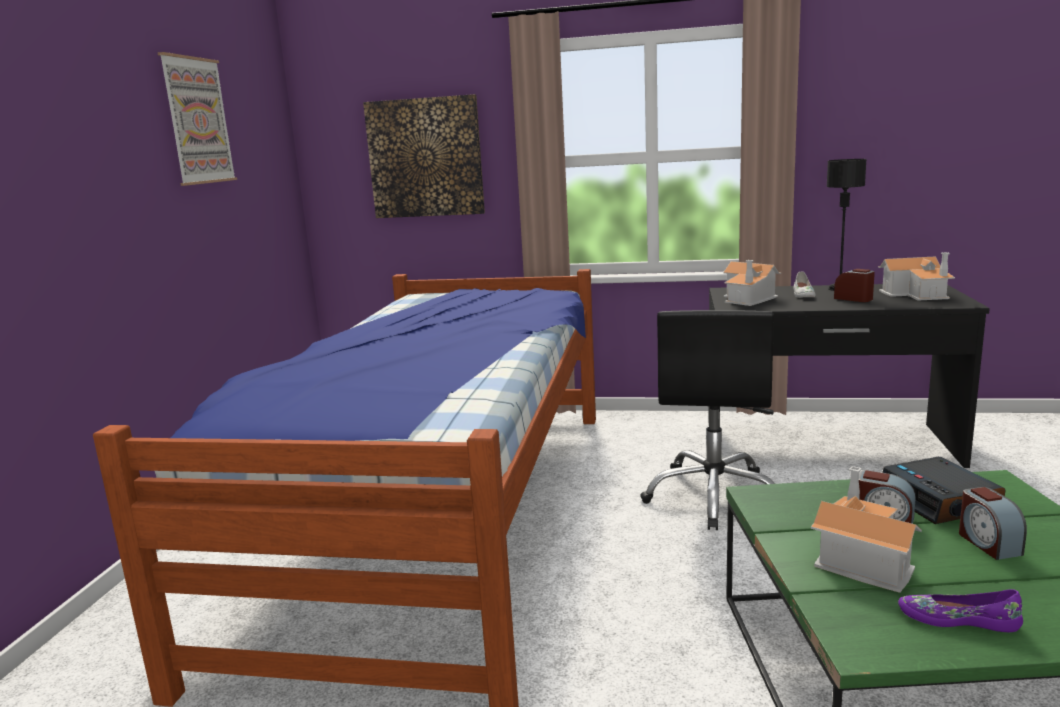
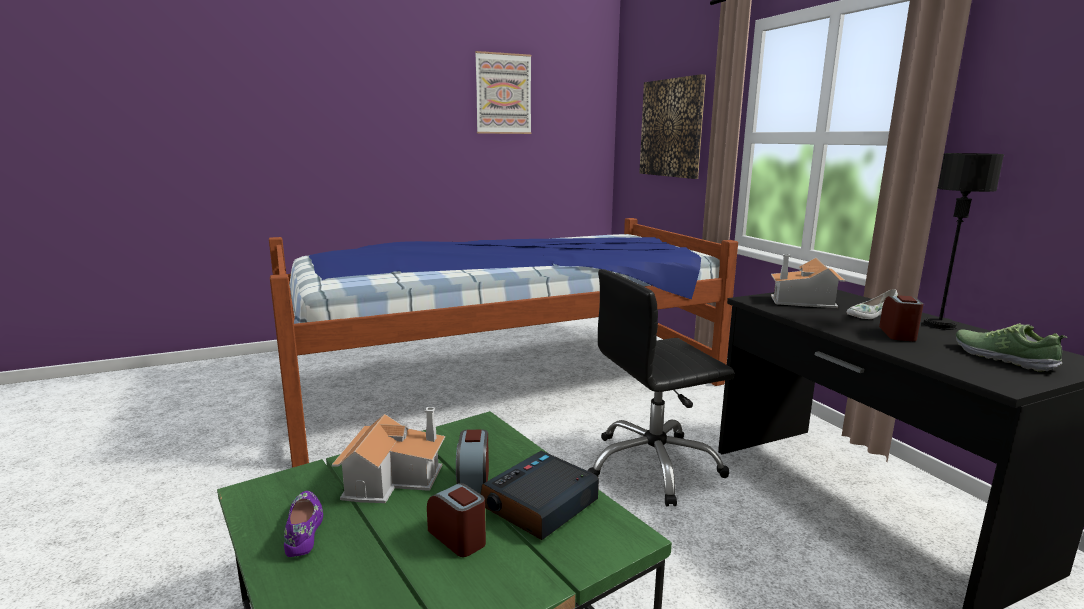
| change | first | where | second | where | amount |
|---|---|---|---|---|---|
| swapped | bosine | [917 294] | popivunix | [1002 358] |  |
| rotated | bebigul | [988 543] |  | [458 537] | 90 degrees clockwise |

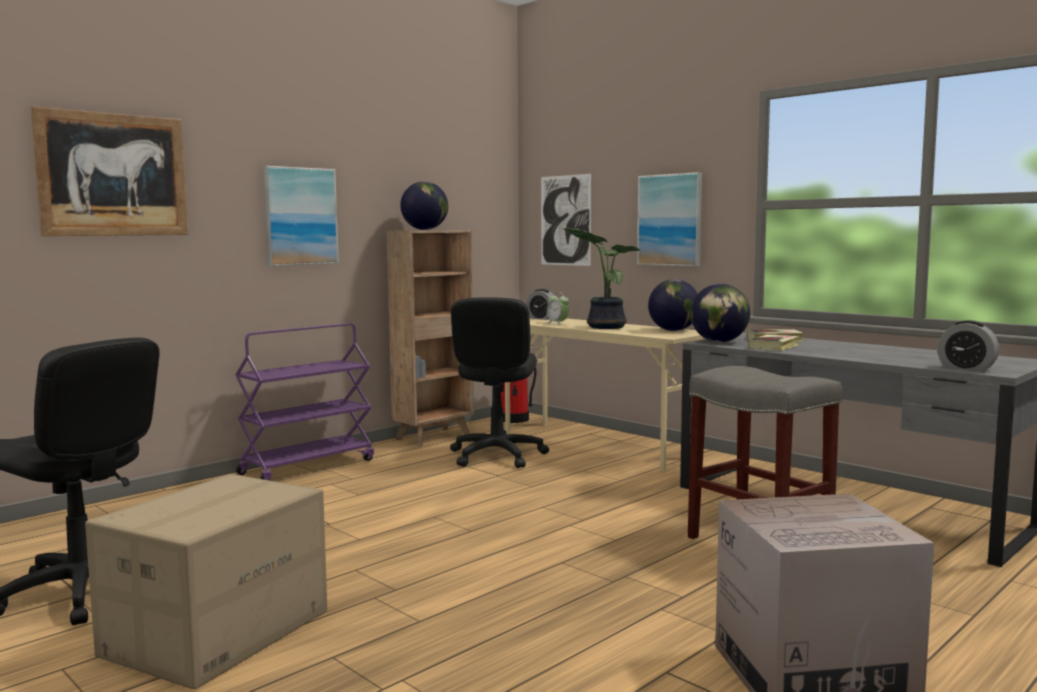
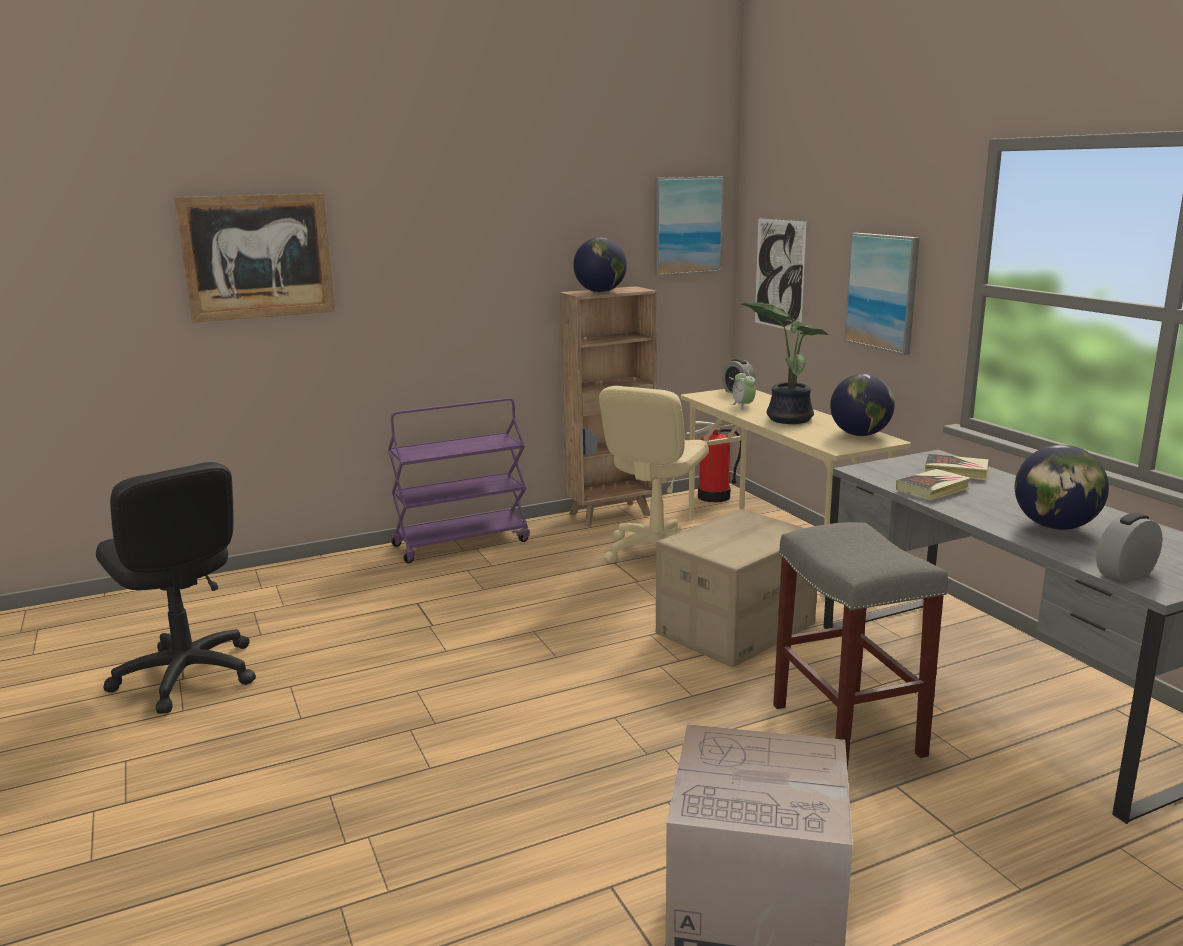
| change | first | where | second | where | amount |
|---|---|---|---|---|---|
| shifted | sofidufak | [217 632] |  | [735 628] |  |
| shifted | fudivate | [300 216] |  | [687 225] |  |
| repainted | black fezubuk | [496 456] | beige fezubuk | [655 551] |  |
| shifted | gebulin | [719 342] |  | [1055 527] |  |
| rotated | bebigul | [966 368] |  | [1125 573] | 90 degrees clockwise |

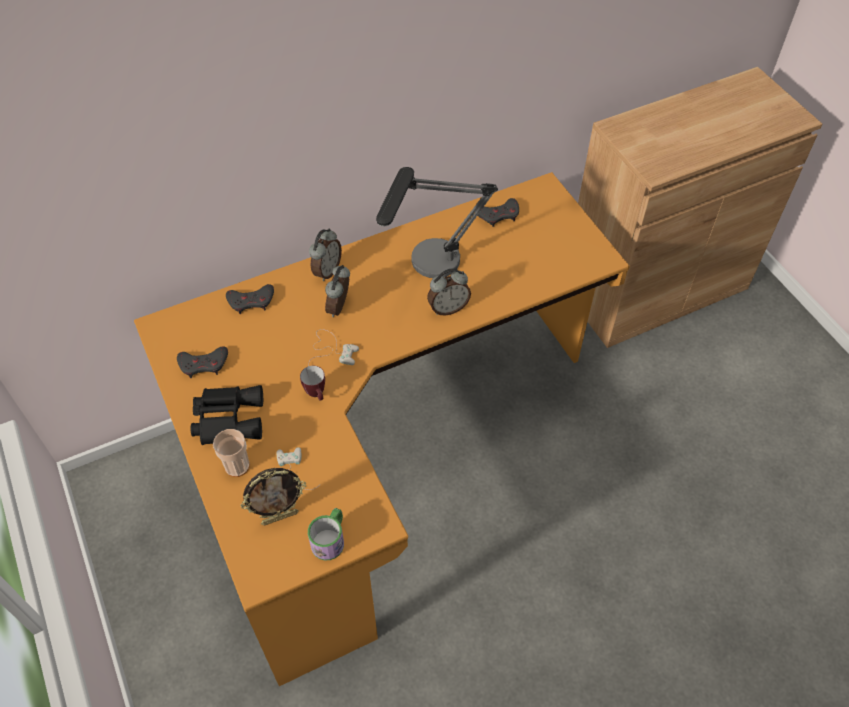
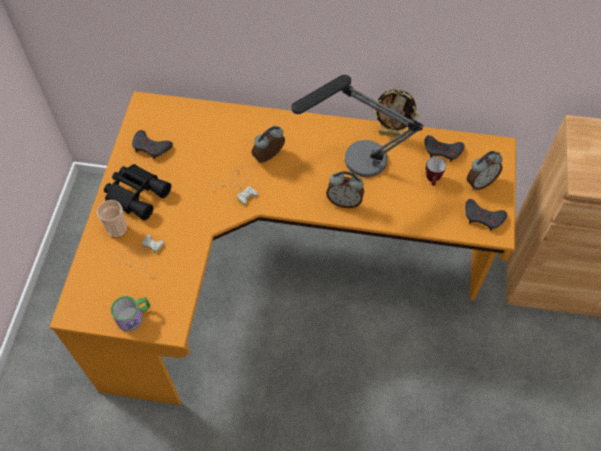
| change | first | where | second | where | amount |
|---|---|---|---|---|---|
| shifted | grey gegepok | [251 301] |  | [483 217] |  |
| shifted | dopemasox | [280 517] |  | [391 134] |  |
| shifted | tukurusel | [317 394] |  | [432 180] |  |
| shifted | bebigul | [326 271] |  | [479 182] |  |

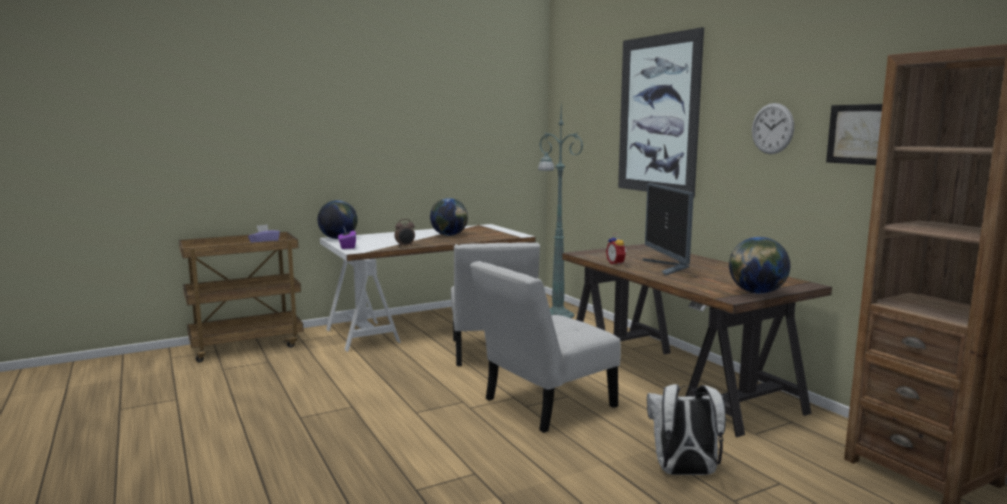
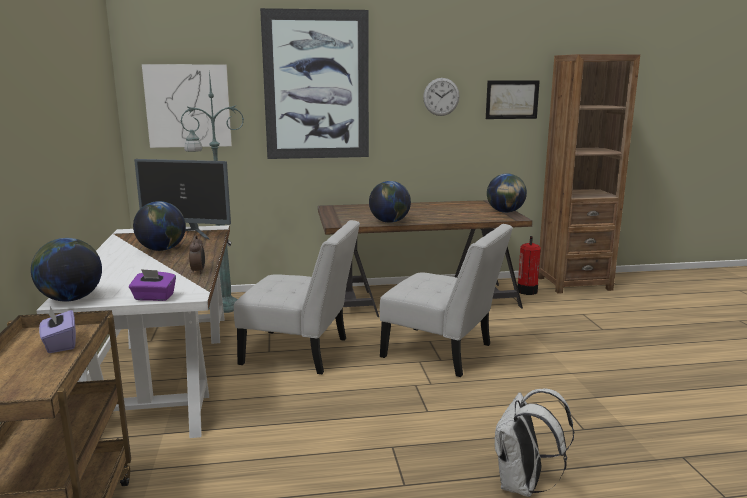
| change | first | where | second | where | amount |
|---|---|---|---|---|---|
| rotated | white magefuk | [544 405] |  | [442 353] | 45 degrees counterclockwise |
| swapped | bebigul | [616 263] | gebulin | [389 222] |  |
| shifted | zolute | [668 267] |  | [188 234] |  |
| shifted | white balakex | [684 473] |  | [523 485] |  |
| new |  |  | fudivate | [188 106] |  |
| new |  |  | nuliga | [527 291] |  |

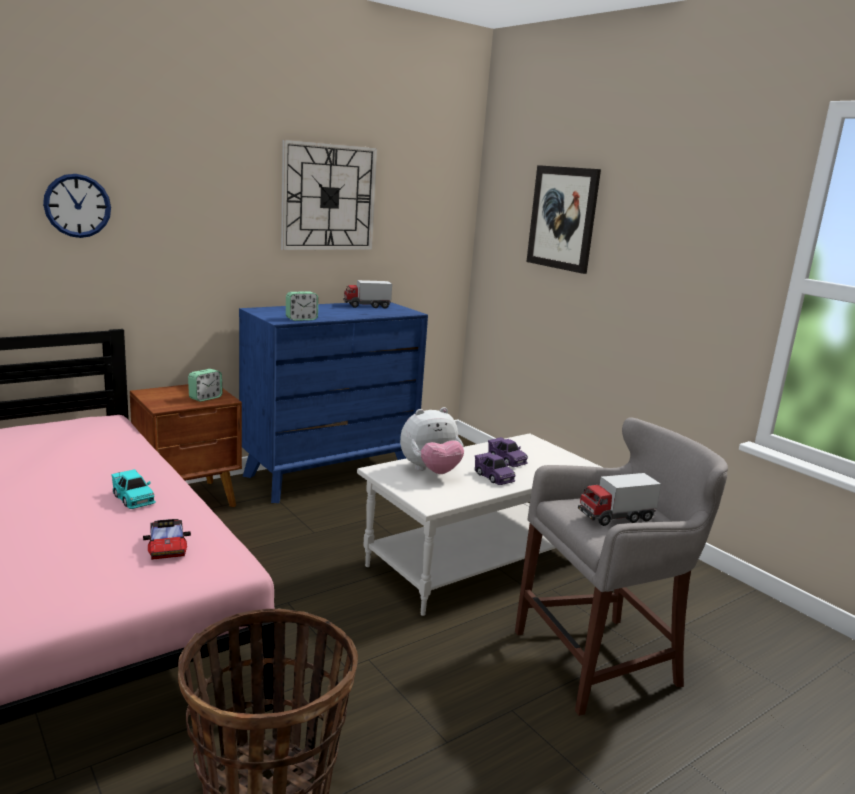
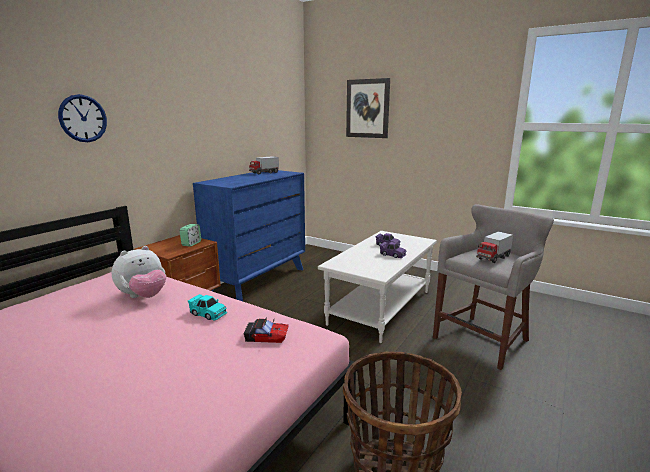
| change | first | where | second | where | amount |
|---|---|---|---|---|---|
| rotated | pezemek | [167 546] |  | [266 336] | 45 degrees counterclockwise |
| gone | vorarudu | [328 197] |  |  |  |
| gone | bebigul | [301 319] |  |  |  |
| shifted | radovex | [430 471] |  | [143 296] |  |

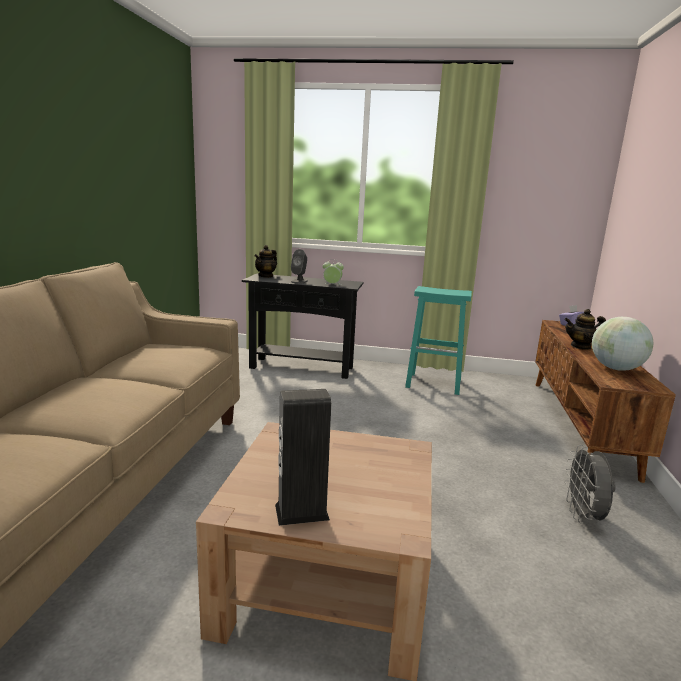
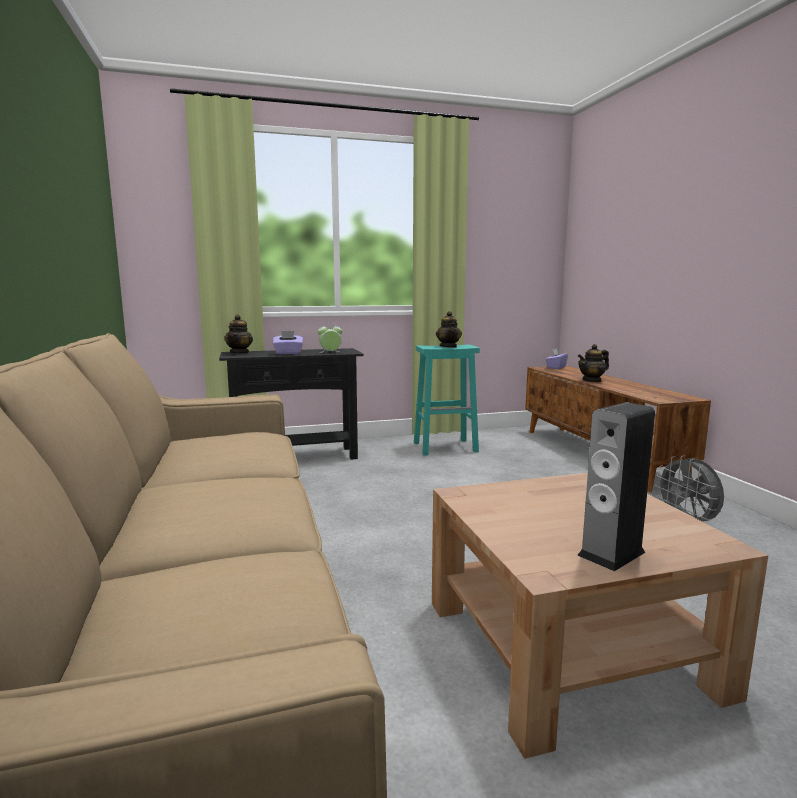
| change | first | where | second | where | amount |
|---|---|---|---|---|---|
| swapped | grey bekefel | [299 281] | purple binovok | [288 353] |  |
| gone | gebulin | [616 369] |  |  |  |
| new |  |  | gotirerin | [448 347] |  |

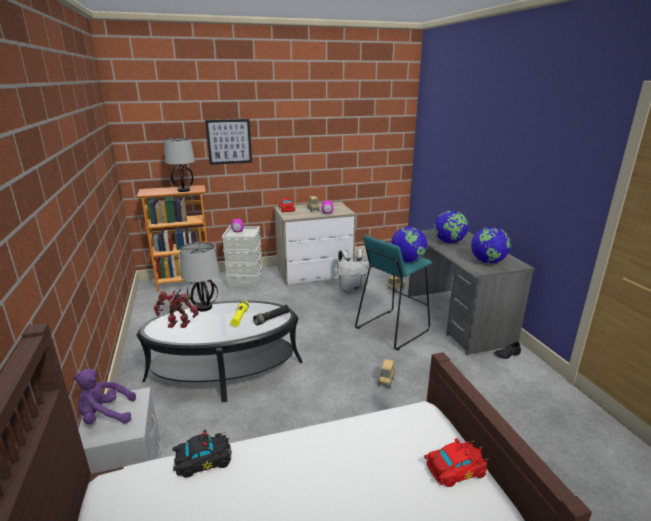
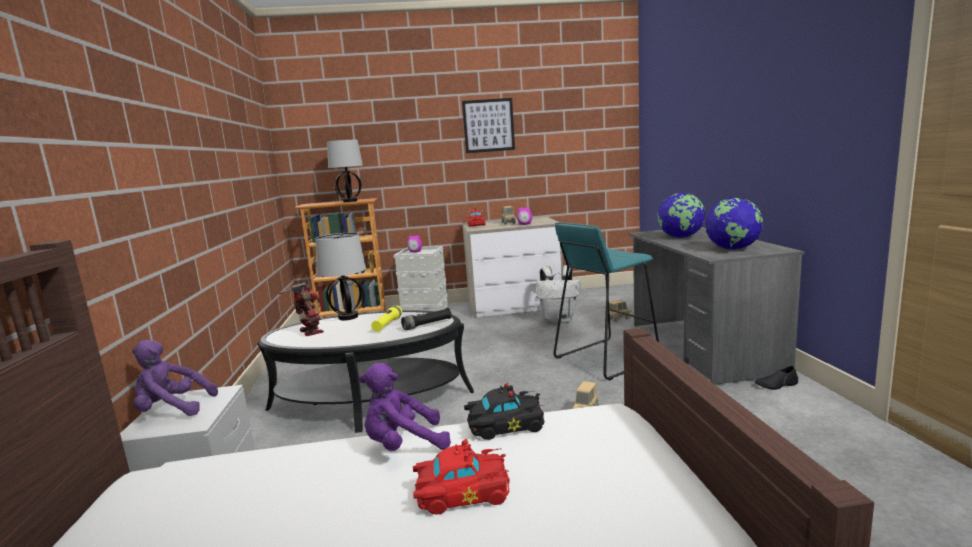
| change | first | where | second | where | amount |
|---|---|---|---|---|---|
| rotated | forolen | [178 325] |  | [309 332] | 45 degrees clockwise |
| shifted | black pezemek | [202 460] |  | [503 425] |  |
| shifted | fudivate | [229 141] |  | [488 125] |  |
| gone | gebulin | [407 260] |  |  |  |
| shifted | red pezemek | [453 469] |  | [460 493] |  |
| new |  |  | purple radovex | [403 445] |  |

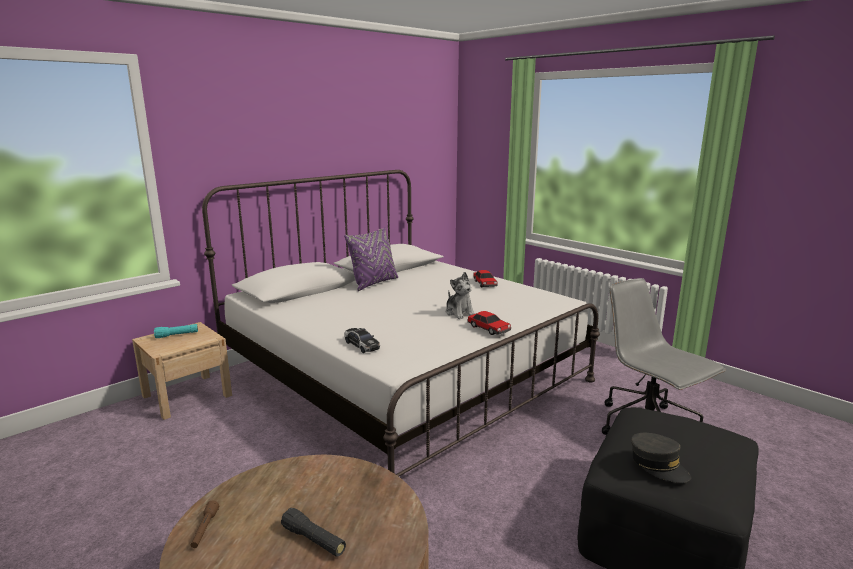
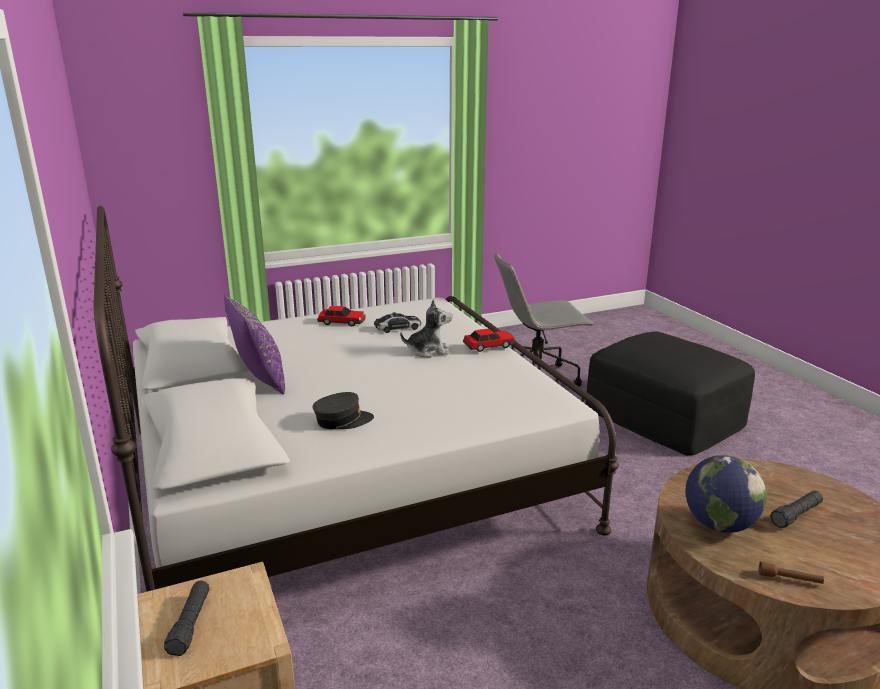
| change | first | where | second | where | amount |
|---|---|---|---|---|---|
| repainted | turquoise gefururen | [177 335] | black gefururen | [190 624] |  |
| shifted | pezemek | [361 345] |  | [397 328] |  |
| shifted | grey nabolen | [658 465] |  | [343 420] |  |
| new |  |  | gebulin | [719 524] |  |

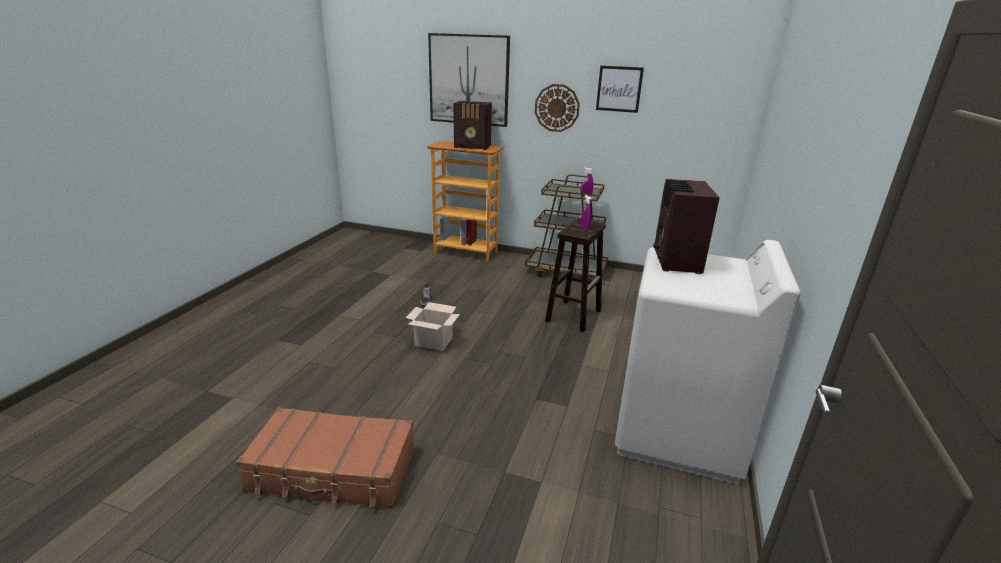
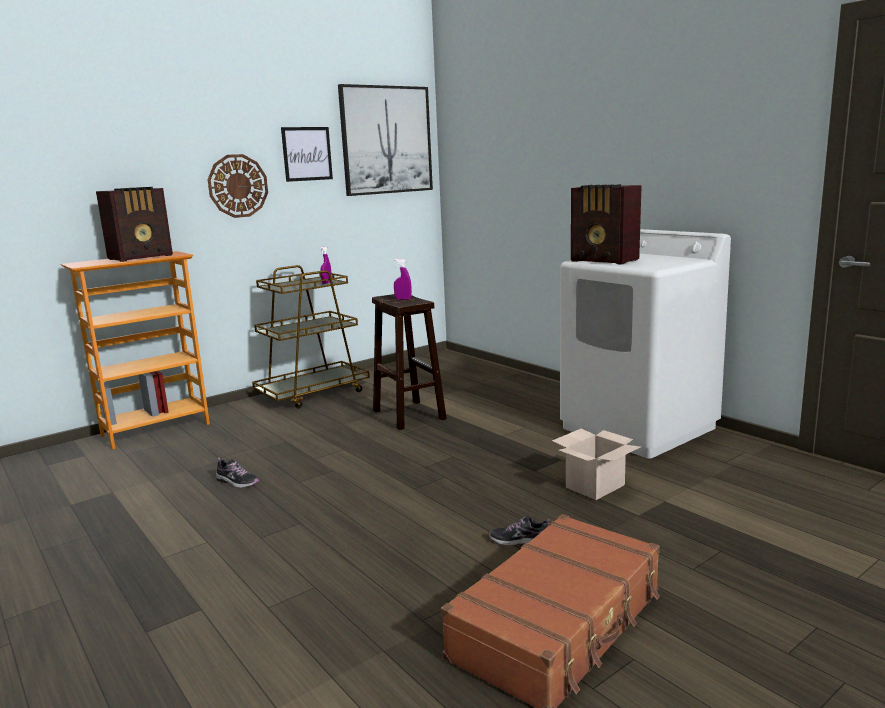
| change | first | where | second | where | amount |
|---|---|---|---|---|---|
| shifted | sofidufak | [434 341] |  | [595 485] |  |
| shifted | fudivate | [469 80] |  | [386 140] |  |
| new |  |  | popivunix | [521 541] |  |

